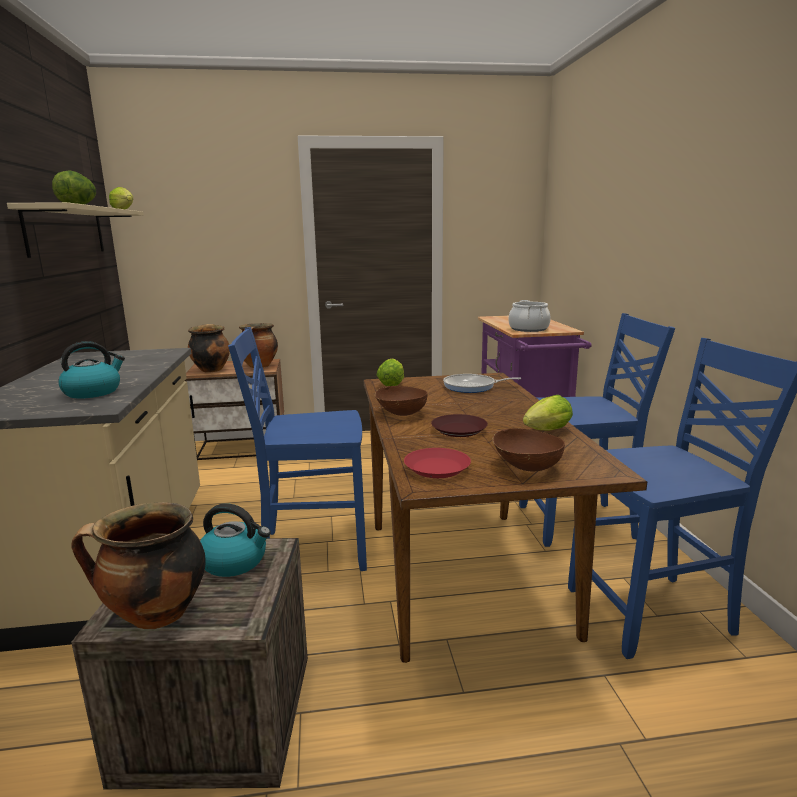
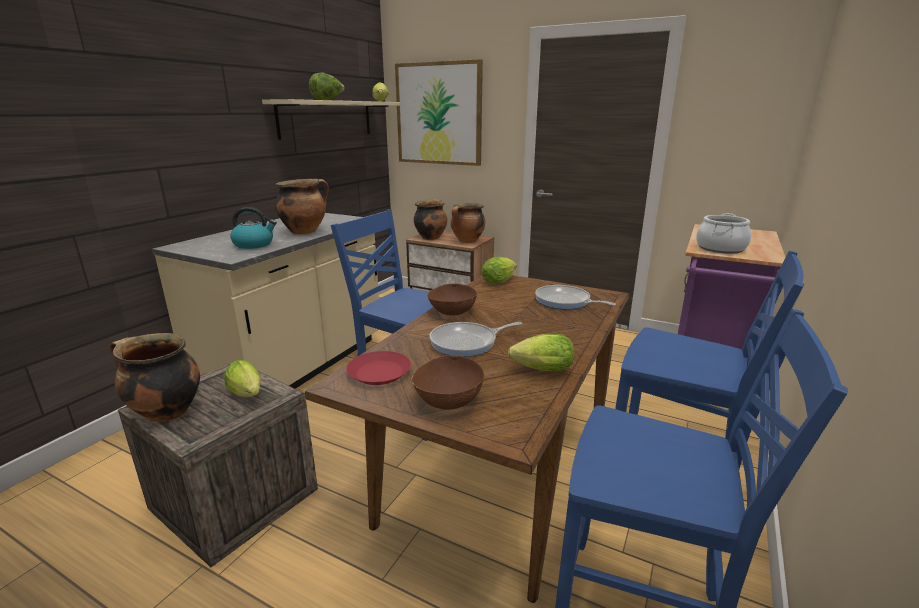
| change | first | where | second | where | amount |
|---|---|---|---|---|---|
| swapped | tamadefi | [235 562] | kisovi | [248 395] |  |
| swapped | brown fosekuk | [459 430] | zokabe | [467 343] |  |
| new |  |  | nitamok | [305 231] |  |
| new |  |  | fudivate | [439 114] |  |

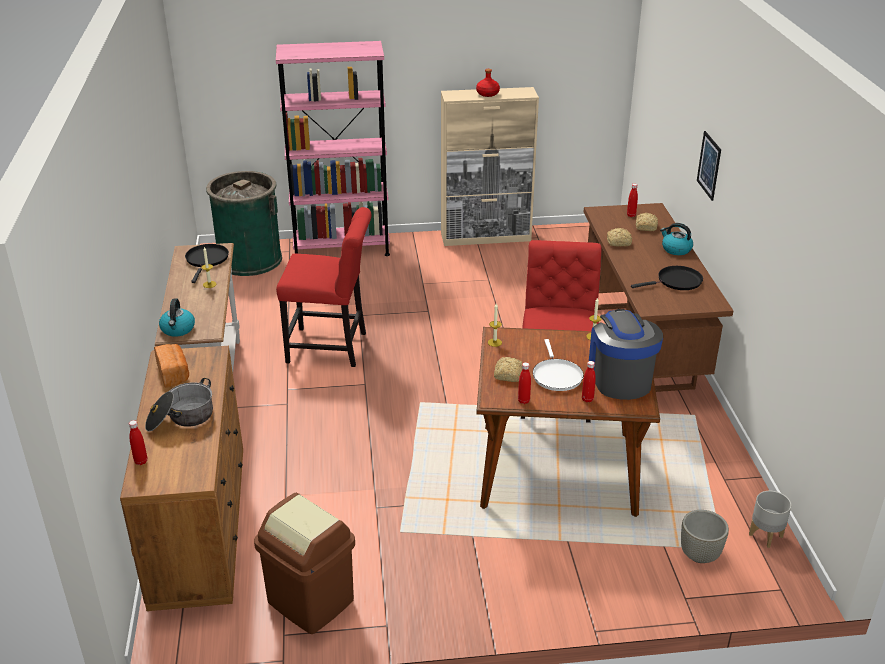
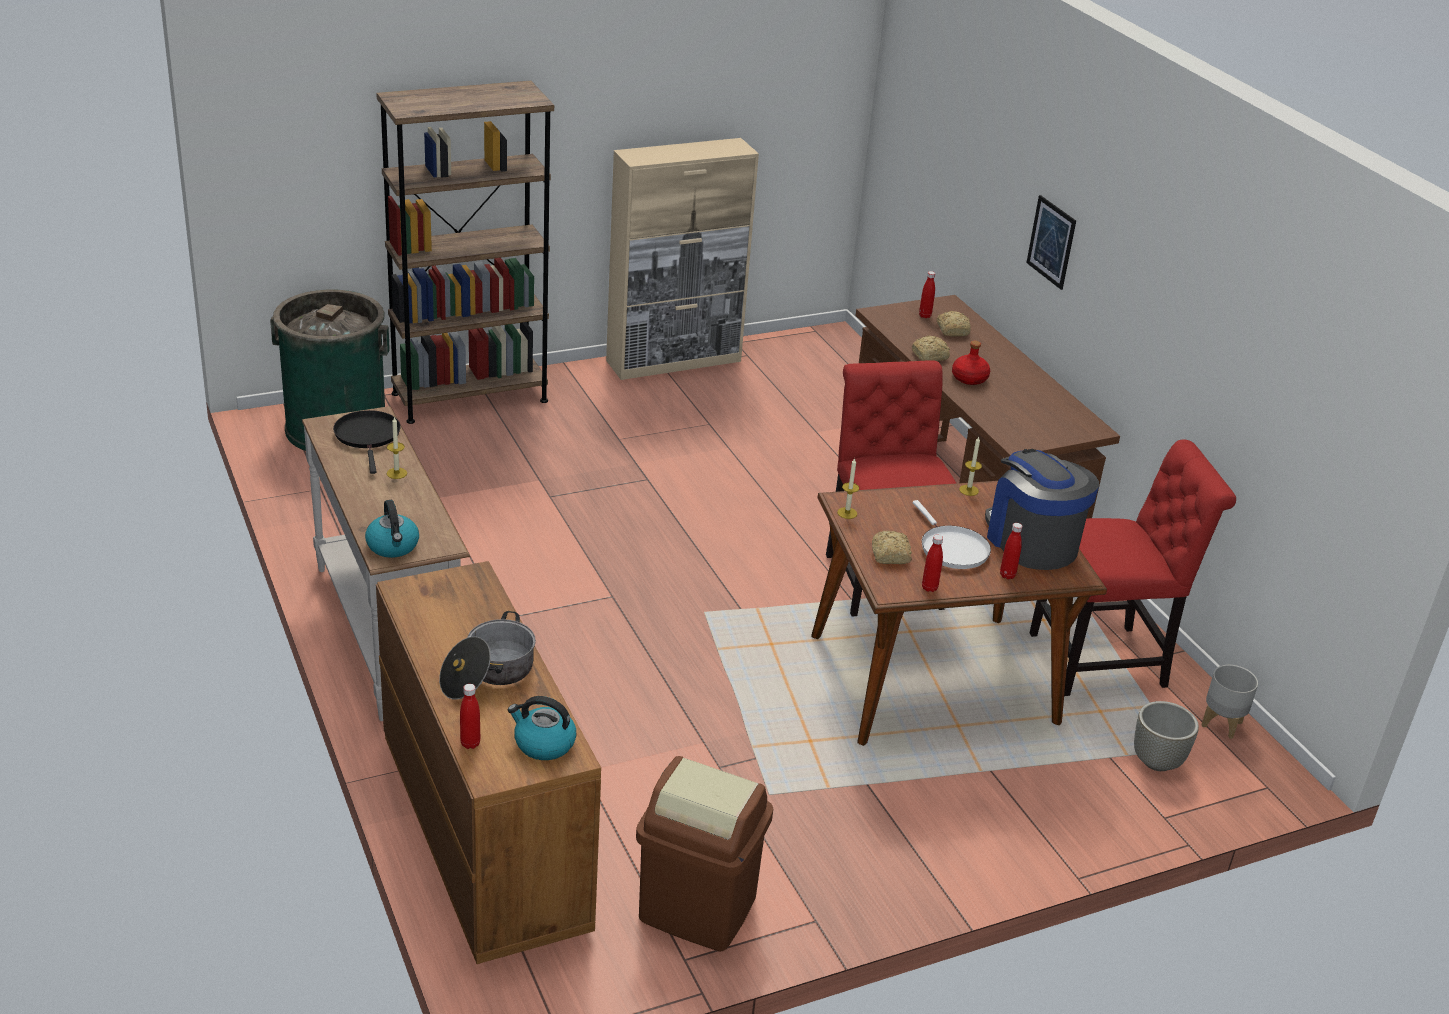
| change | first | where | second | where | amount |
|---|---|---|---|---|---|
| gone | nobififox | [174 374] |  |  |  |
| repainted | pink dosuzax | [341 248] | brown dosuzax | [470 397] |  |
| shifted | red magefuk | [331 348] |  | [1105 661] |  |
| shifted | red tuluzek | [487 94] |  | [969 378] |  |
| gone | black zokabe | [676 281] |  |  |  |
| shifted | tamadefi | [676 249] |  | [543 744] |  |

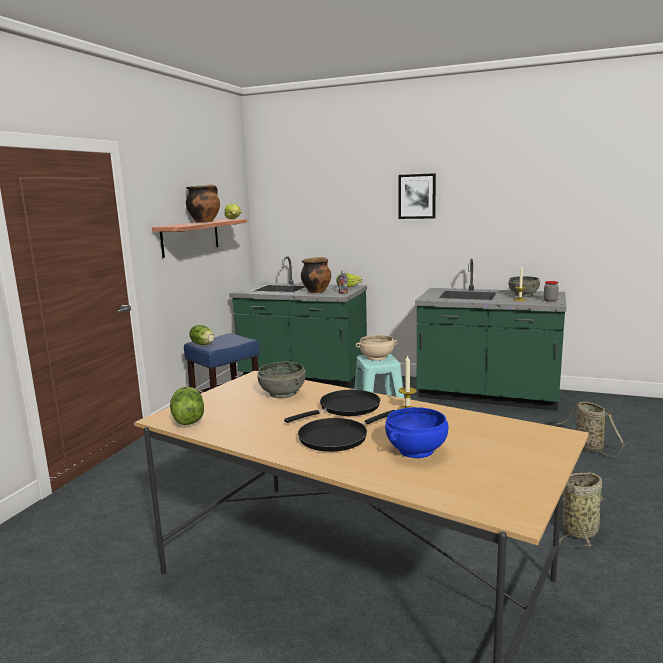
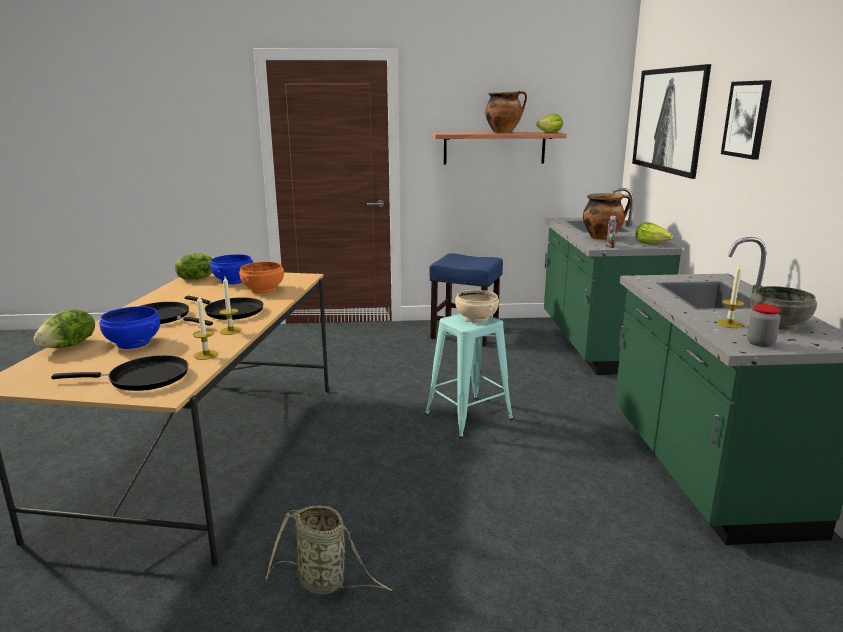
| change | first | where | second | where | amount |
|---|---|---|---|---|---|
| shifted | kisovi | [203 344] |  | [69 345] |  |
| repainted | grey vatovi | [283 393] | orange vatovi | [263 290] |  |
| gone | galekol | [587 446] |  |  |  |
| new |  |  | black zokabe | [143 378] |  |
| new |  |  | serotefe | [206 355] |  |
| new |  |  | blue vatovi | [234 281] |  |
| new |  |  | fudivate | [668 120] |  |

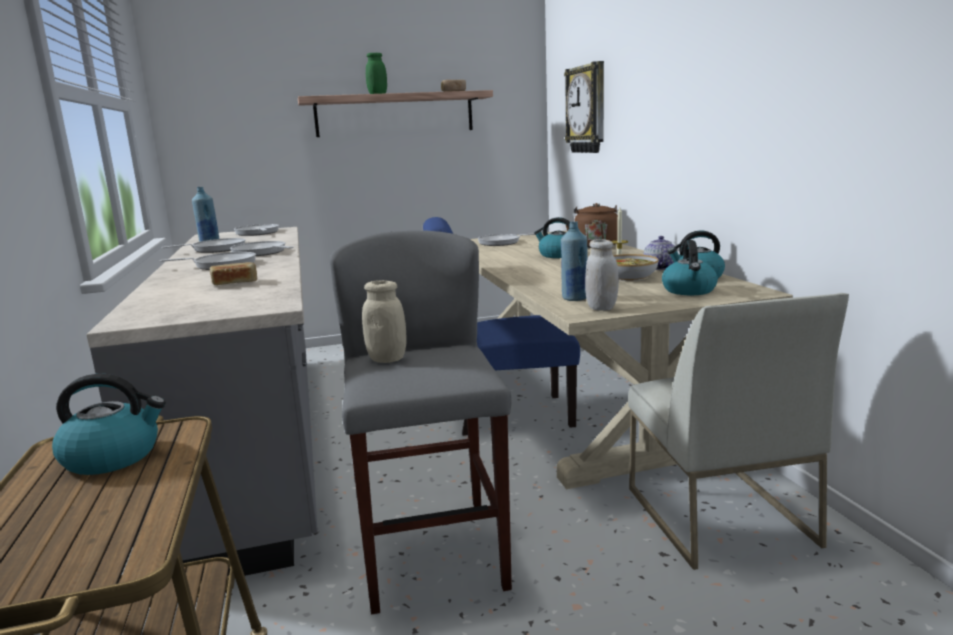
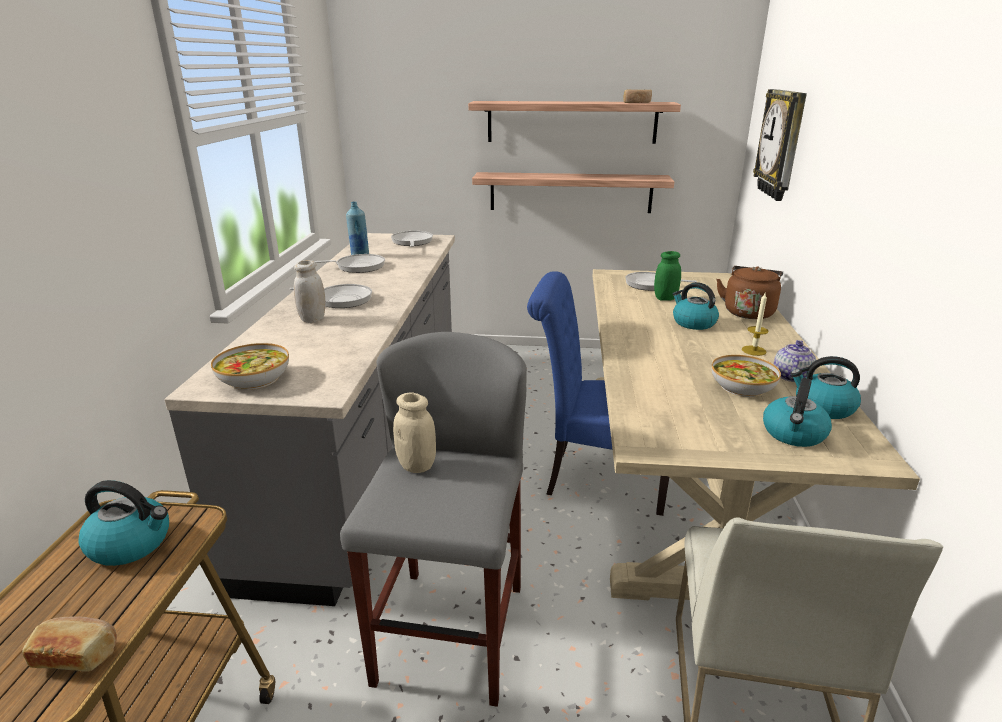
| change | first | where | second | where | amount |
|---|---|---|---|---|---|
| shifted | nobififox | [235 283] |  | [77 654] |  |
| gone | zokabe | [261 253] |  |  |  |
| shifted | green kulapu | [377 94] |  | [665 298] |  |
| gone | blue tuluzek | [574 298] |  |  |  |
| shifted | white kulapu | [601 308] |  | [313 319] |  |
| new |  |  | vatovi | [253 378] |  |
| new |  |  | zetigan | [570 192] |  |

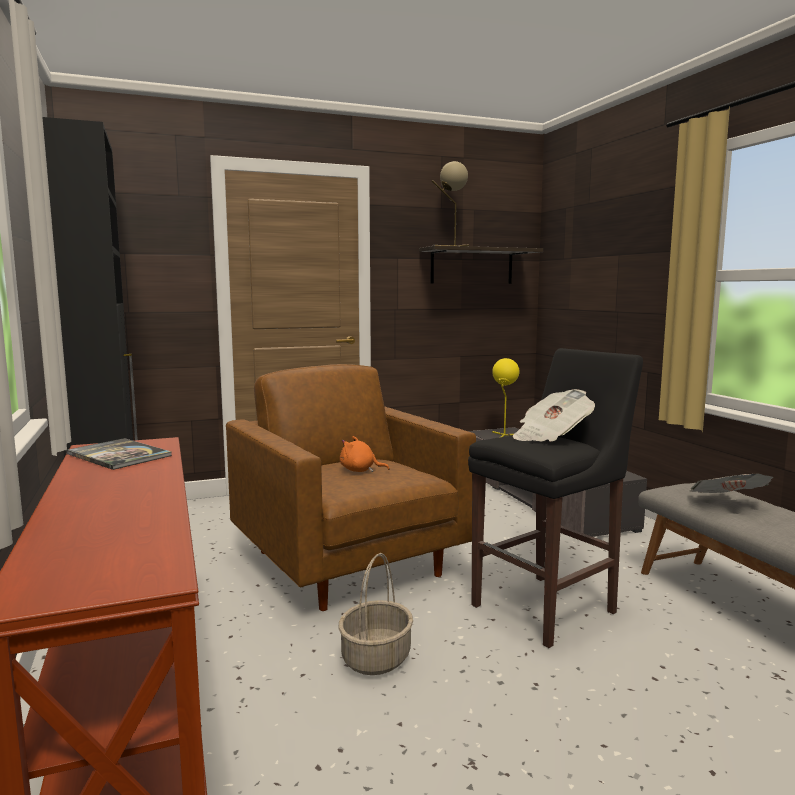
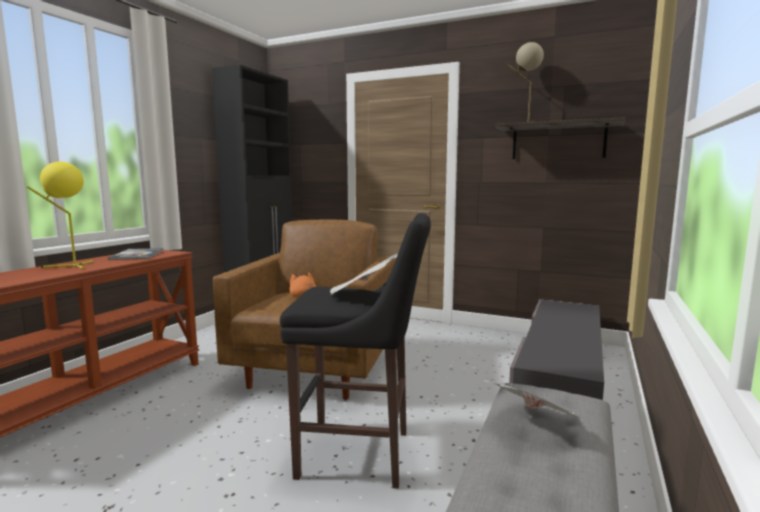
| change | first | where | second | where | amount |
|---|---|---|---|---|---|
| gone | galekol | [376 658] |  |  |  |
| shifted | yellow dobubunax | [503 436] |  | [70 266] |  |

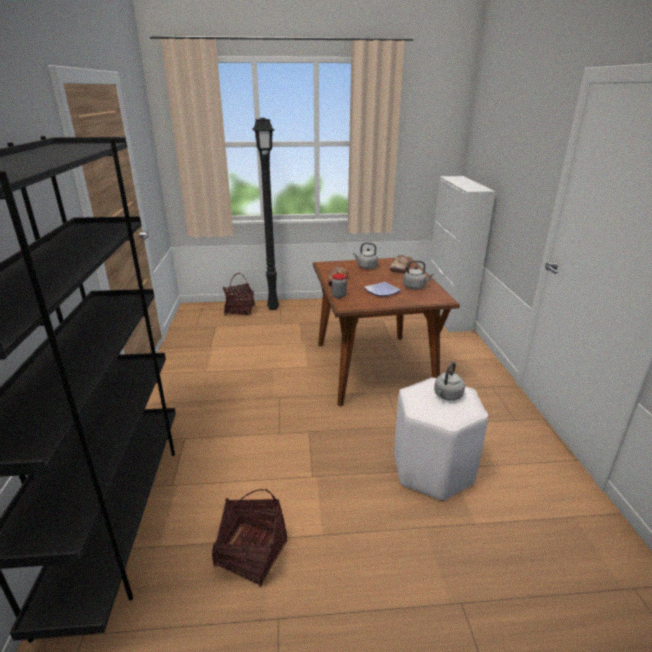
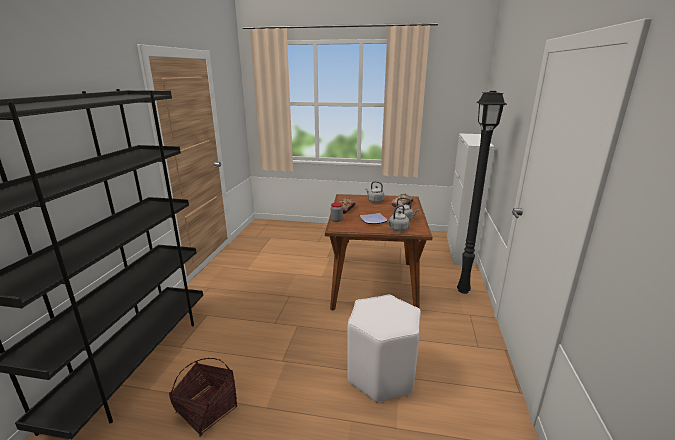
| change | first | where | second | where | amount |
|---|---|---|---|---|---|
| gone | galekol | [240 310] |  |  |  |
| shifted | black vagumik | [274 307] |  | [464 290] |  |
| shifted | grey tamadefi | [447 396] |  | [397 229] |  |

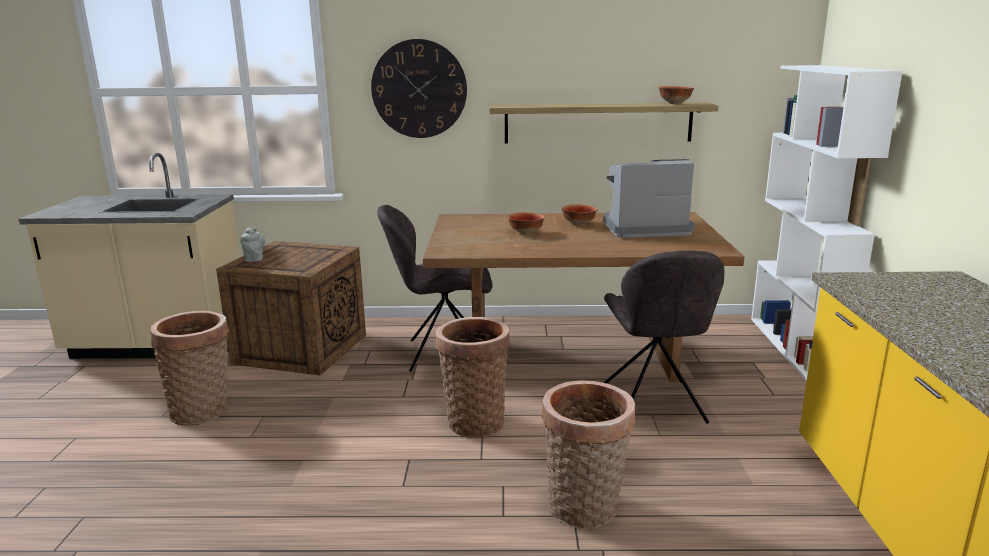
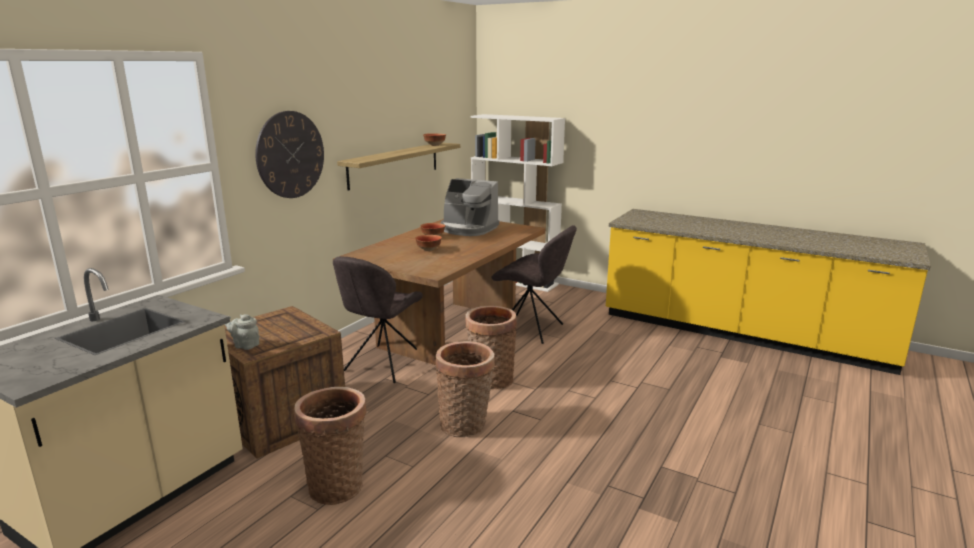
| change | first | where | second | where | amount |
|---|---|---|---|---|---|
| shifted | galekol | [584 510] |  | [466 425] |  |
| rotated | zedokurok | [644 228] |  | [468 229] | 90 degrees counterclockwise |

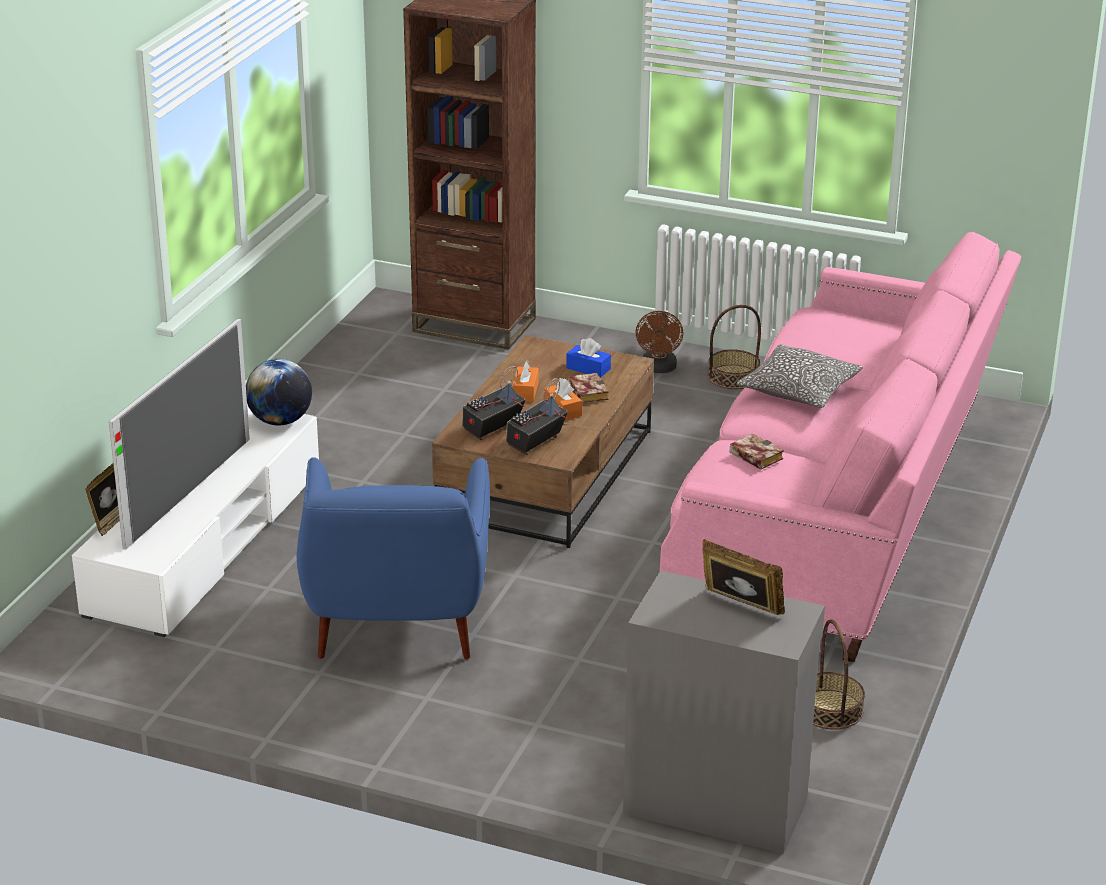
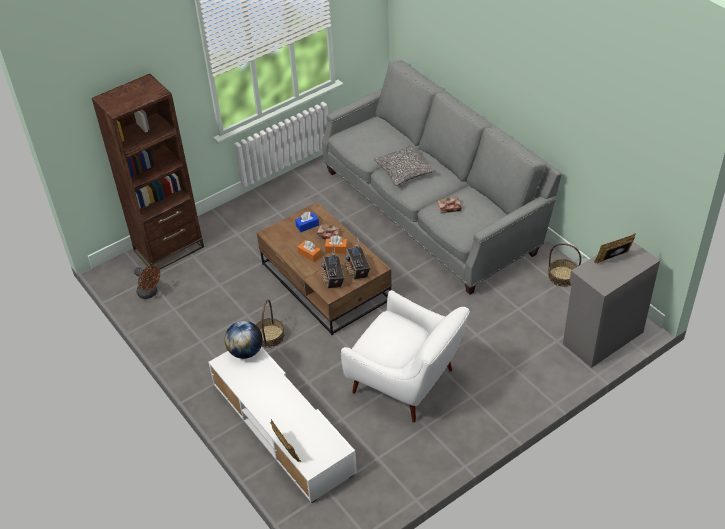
| change | first | where | second | where | amount |
|---|---|---|---|---|---|
| gone | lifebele | [189 492] |  |  |  |
| repainted | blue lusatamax | [397 624] | white lusatamax | [407 384] |  |
| shifted | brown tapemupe | [658 369] |  | [150 293] |  |
| repainted | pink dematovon | [839 516] | grey dematovon | [433 209] |  |
| shifted | galekol | [733 377] |  | [269 336] |  |

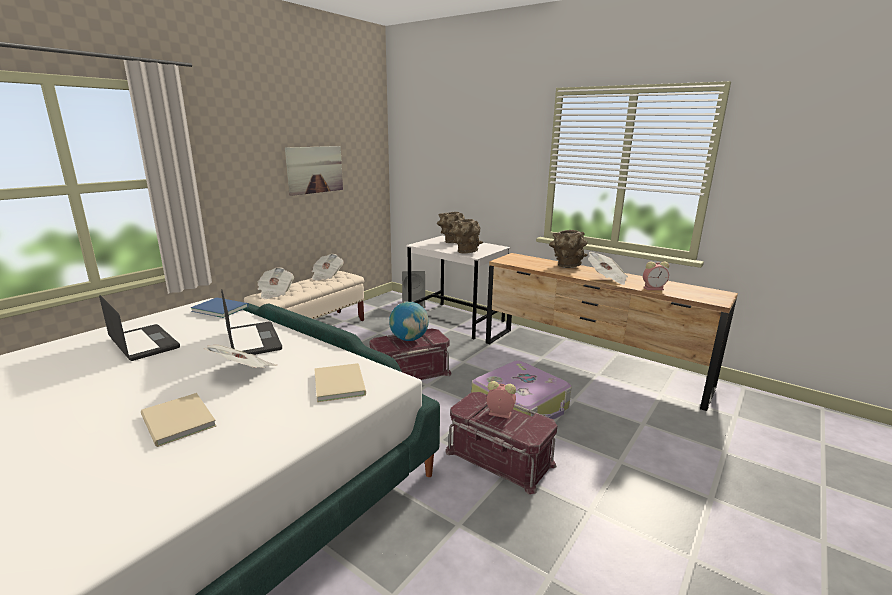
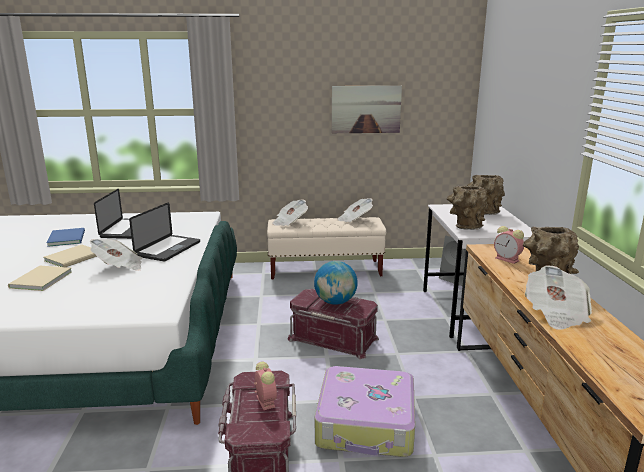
| change | first | where | second | where | amount |
|---|---|---|---|---|---|
| shifted | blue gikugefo | [220 308] |  | [68 238] |  |
| shifted | beige gikugefo | [341 383] |  | [75 257] |  |
| shifted | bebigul | [654 288] |  | [508 259] |  |

